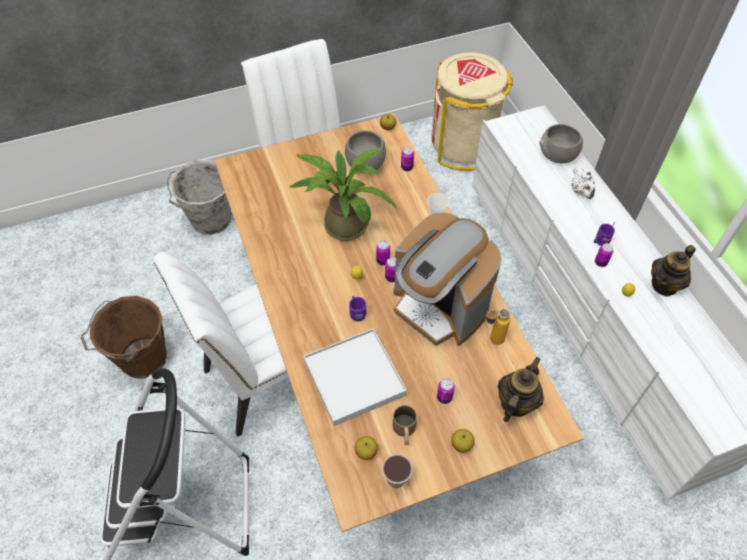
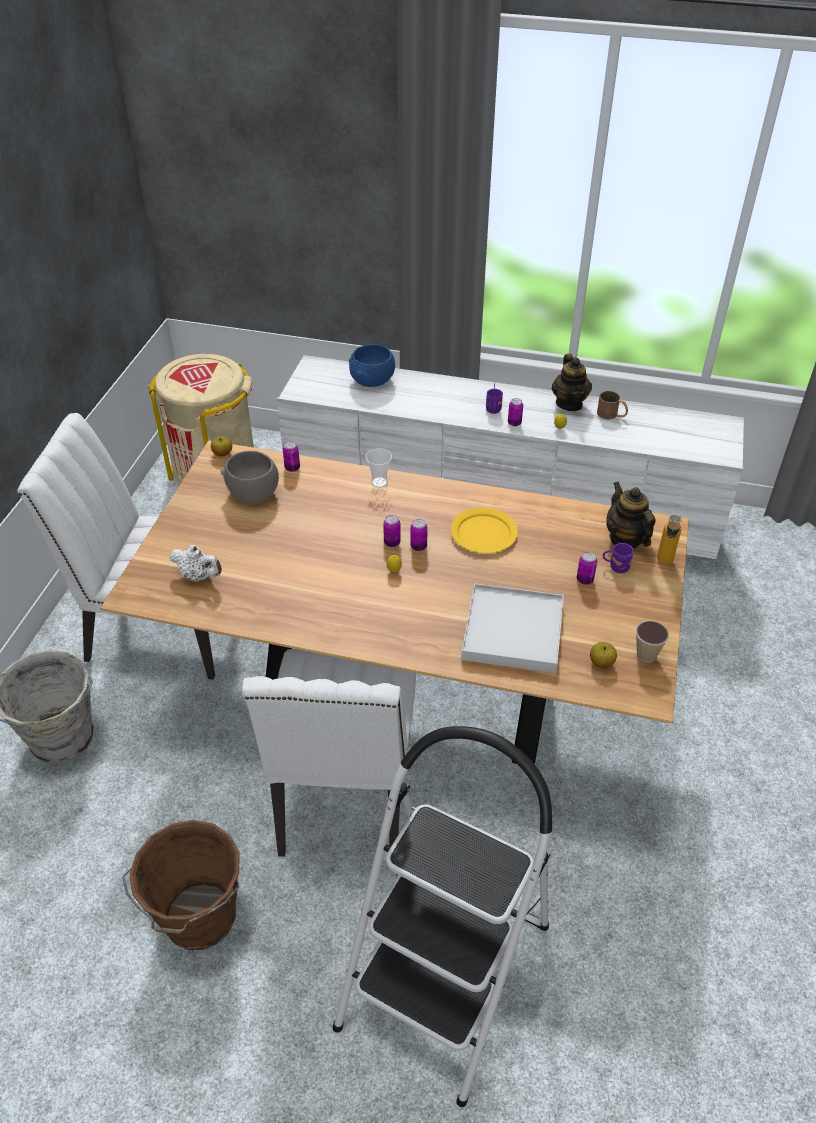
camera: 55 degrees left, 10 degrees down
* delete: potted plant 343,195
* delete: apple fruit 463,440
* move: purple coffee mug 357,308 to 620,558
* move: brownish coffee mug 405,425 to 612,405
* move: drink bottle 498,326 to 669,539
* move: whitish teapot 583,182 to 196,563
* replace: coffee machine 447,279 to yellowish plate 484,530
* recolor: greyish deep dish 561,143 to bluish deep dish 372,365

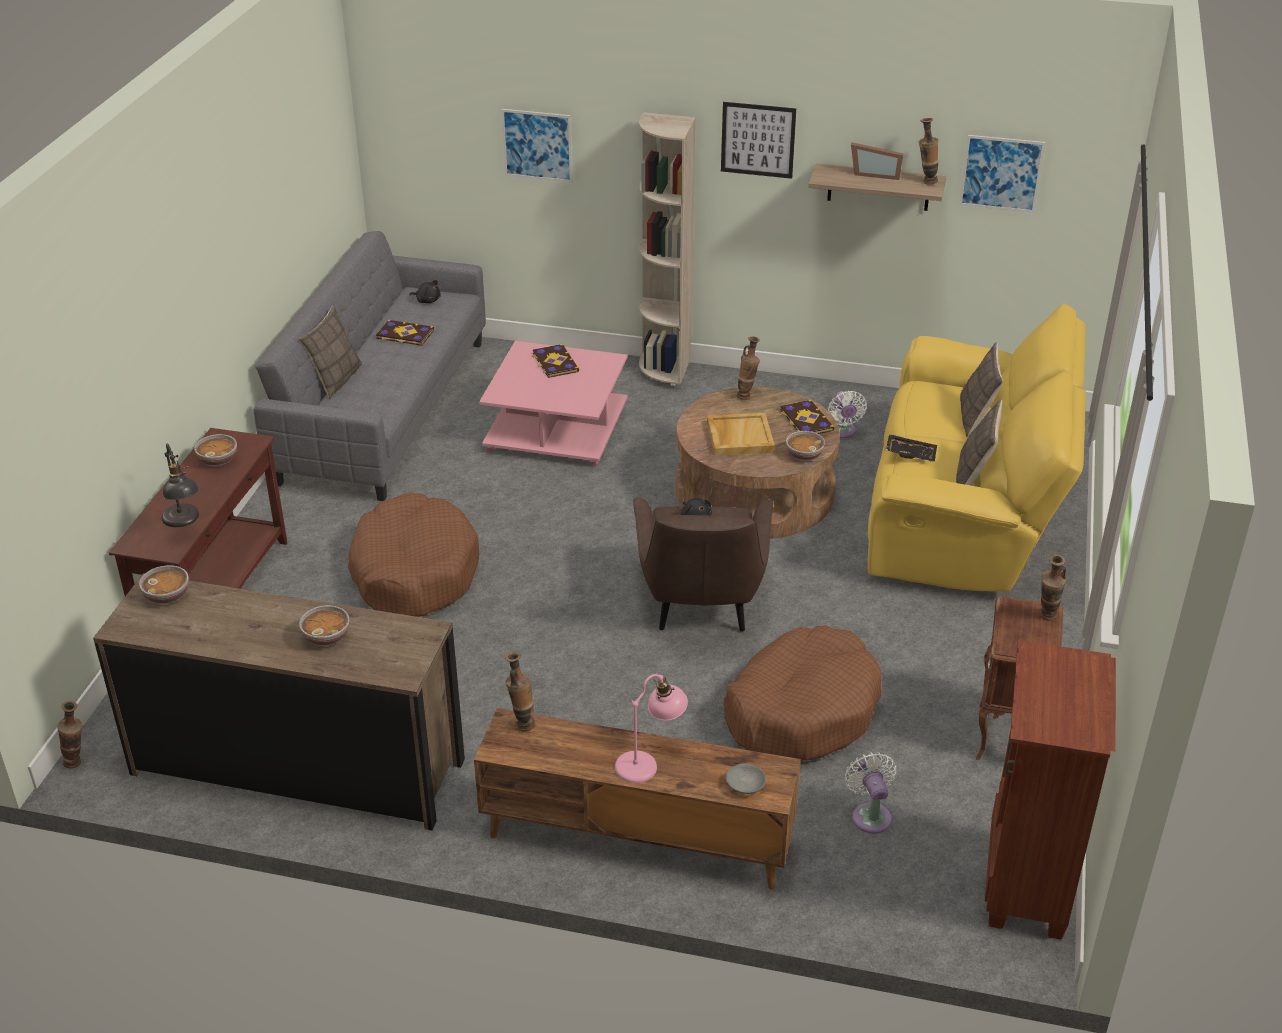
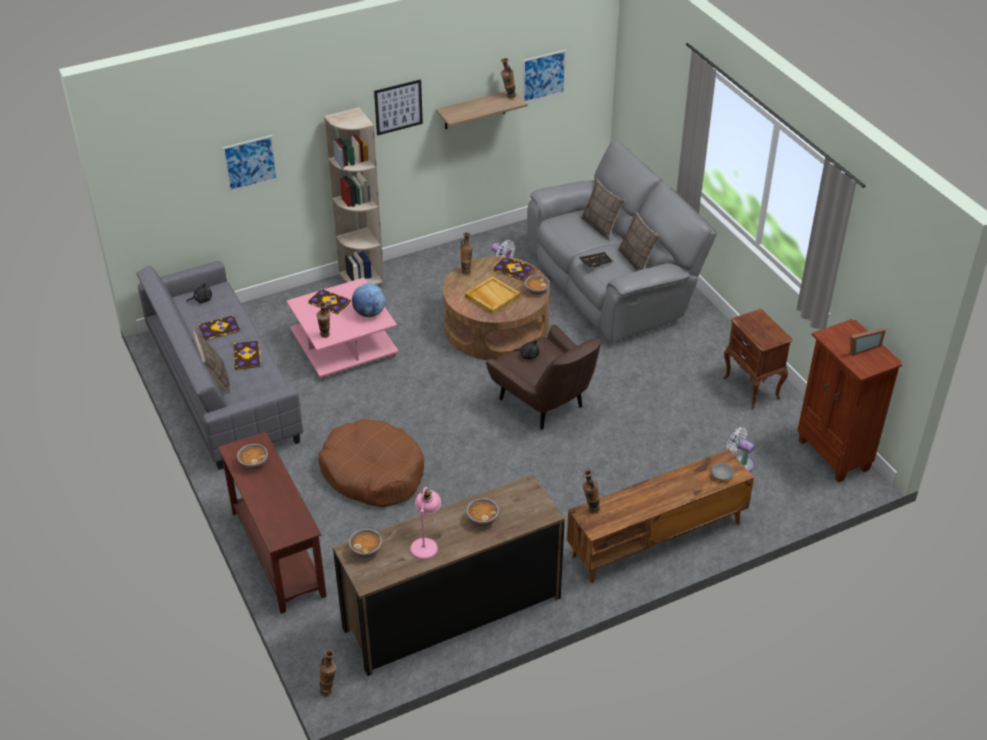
camera: 40 degrees left, 5 degrees up
* delete: greyish lamp for a table 180,485
* delete: brownish dog bed 803,693
* insert: volume 248,355
* insert: world globe 369,300
* move: pink-coloured lamp for a table 651,728 to 425,523
* move: standing frame 877,161 to 868,342
* move: vase 1053,587 to 323,320
* recolor: yellowish couch 977,447 to greyish couch 622,241

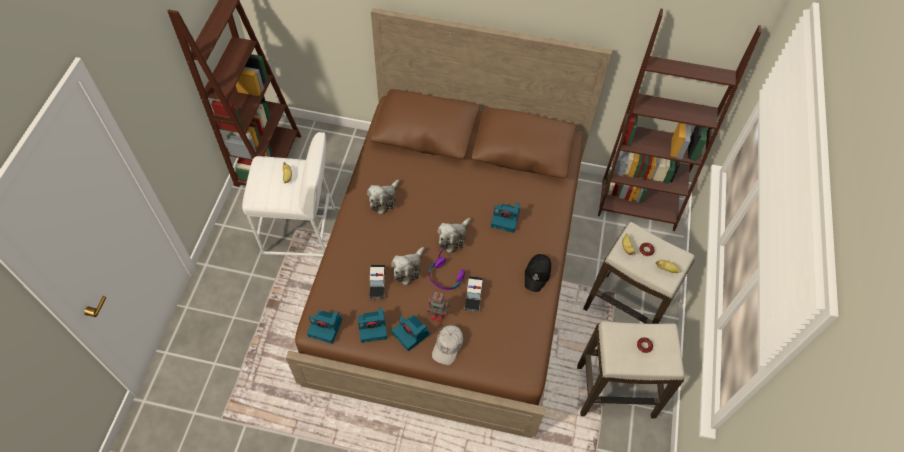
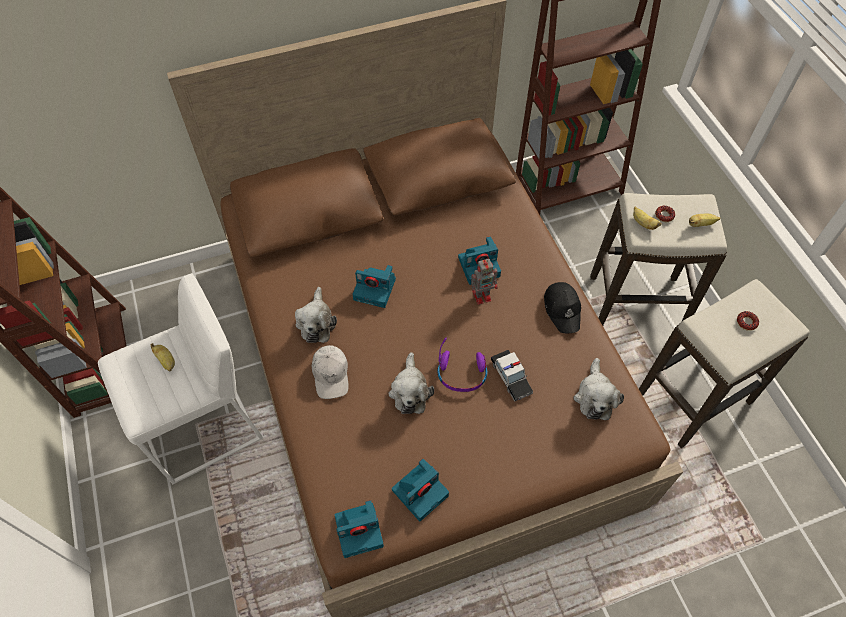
camera: 30 degrees left, 0 degrees up
* delete: toy car 376,282
* move: photo camera 411,333 to 374,286
* move: model robot 438,307 to 484,282
* move: whitish peaked cap 447,345 to 330,372
* move: plush toy 454,235 to 598,389

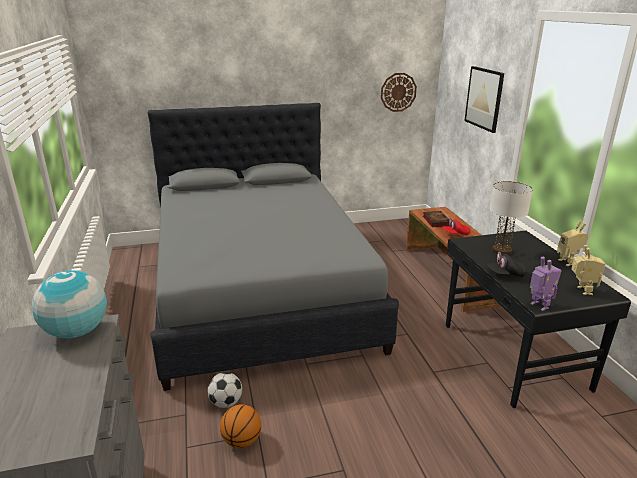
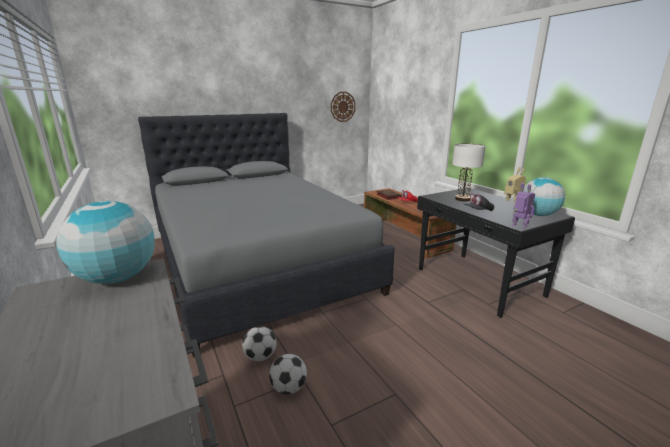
camera: 15 degrees left, 5 degrees down
* delete: wall picture 484,99
* replace: basketball 240,426 to ball for football 288,374
* replace: model robot 588,270 to world globe 544,196

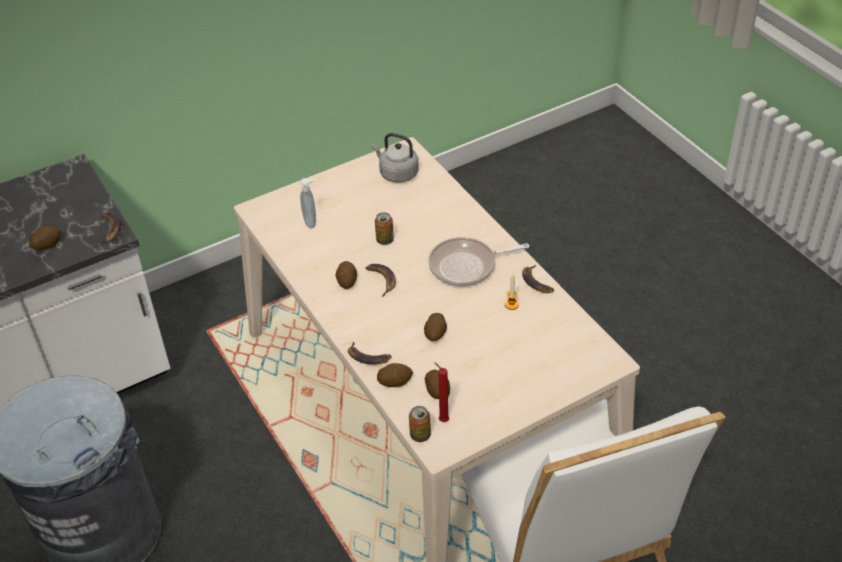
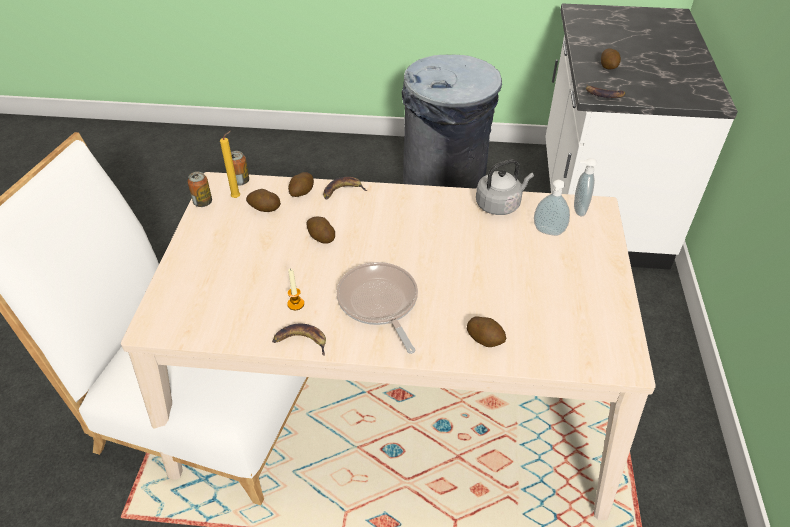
camera: 125 degrees right, 0 degrees up
* delete: whole banana 380,280
* insert: liquid soap bottle 585,187
* move: spud 346,275 to 486,332
* move: greyish water kettle 395,158 to 505,187
* move: can 384,228 to 200,189
* recolor: reddish wax candle 441,392 to yellowish wax candle 230,164
* rotate: pan 478,261 = 377,308 45 degrees counterclockwise

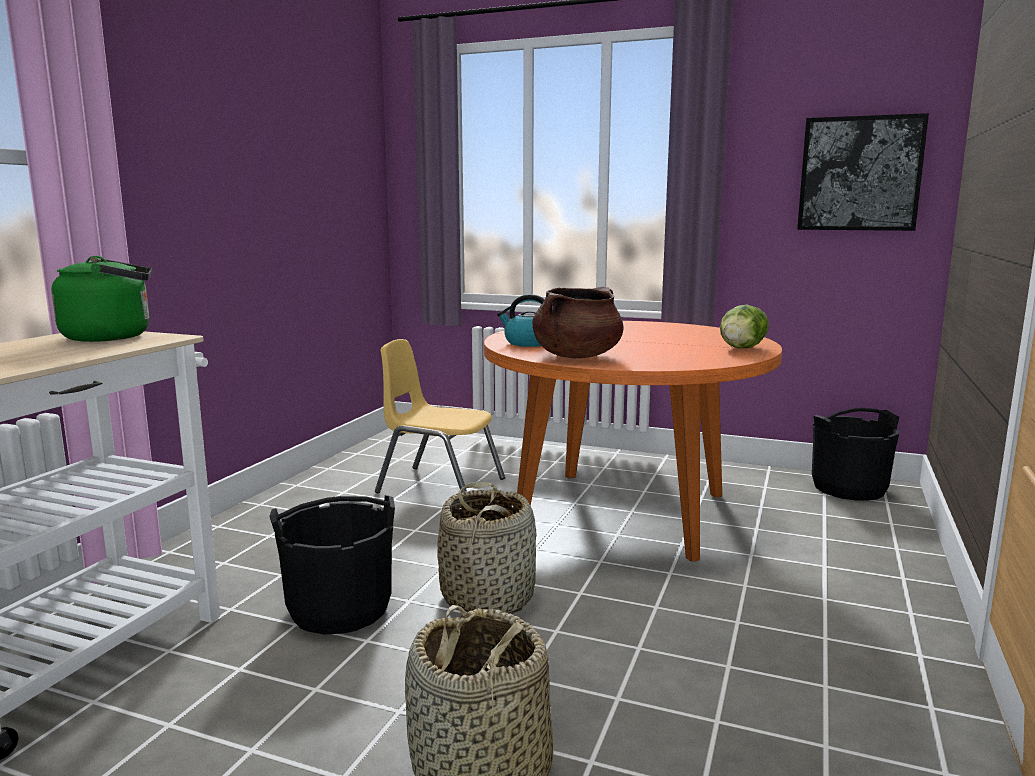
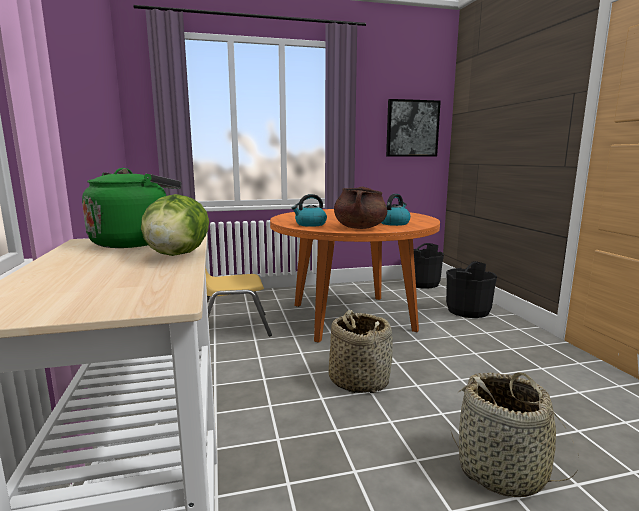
camera: 35 degrees left, 0 degrees up
* insert: water kettle 396,210
* move: black-coloured pail 332,565 to 471,289
* move: lettuce head 744,326 to 175,225

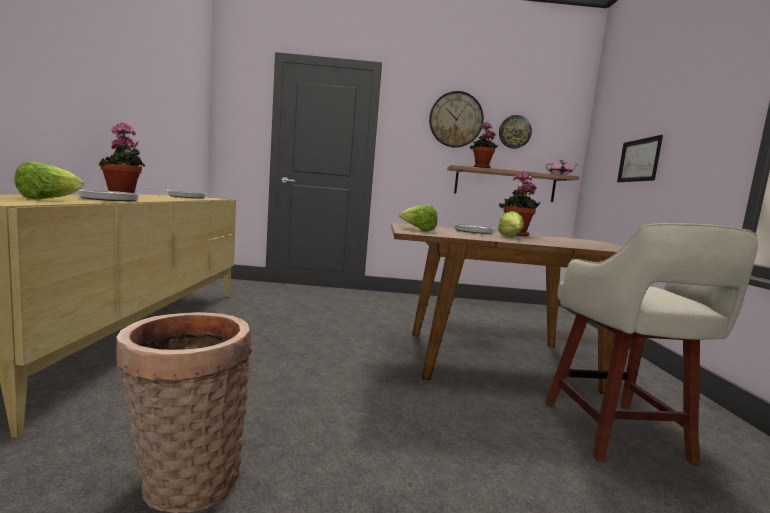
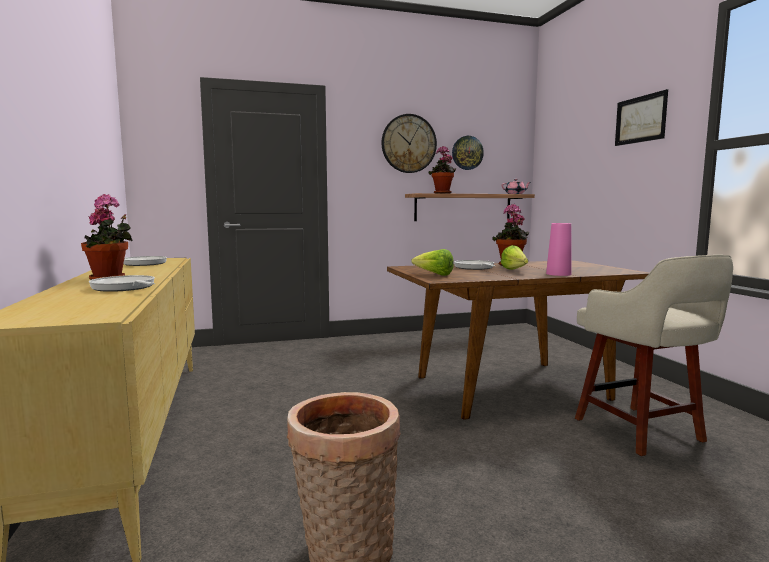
camera: 15 degrees left, 0 degrees up
* delete: lettuce head 49,180
* insert: pink-coloured vase 559,249
* move: wall picture 640,158 to 641,117

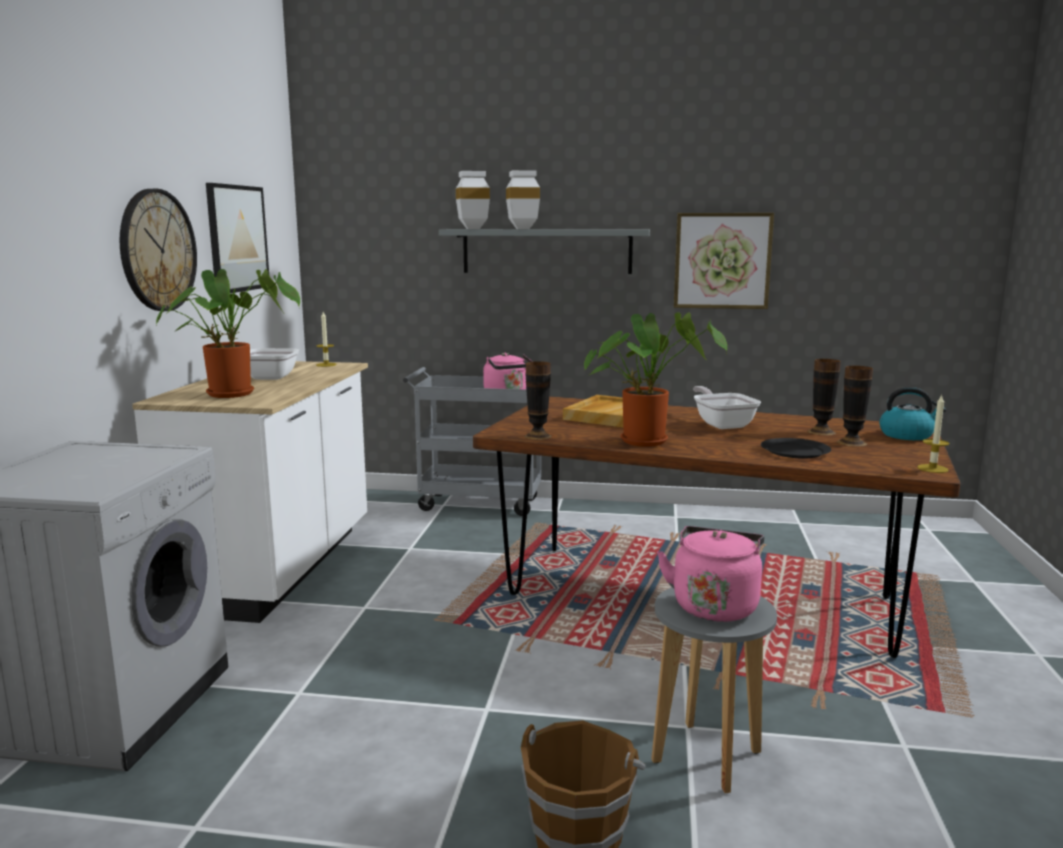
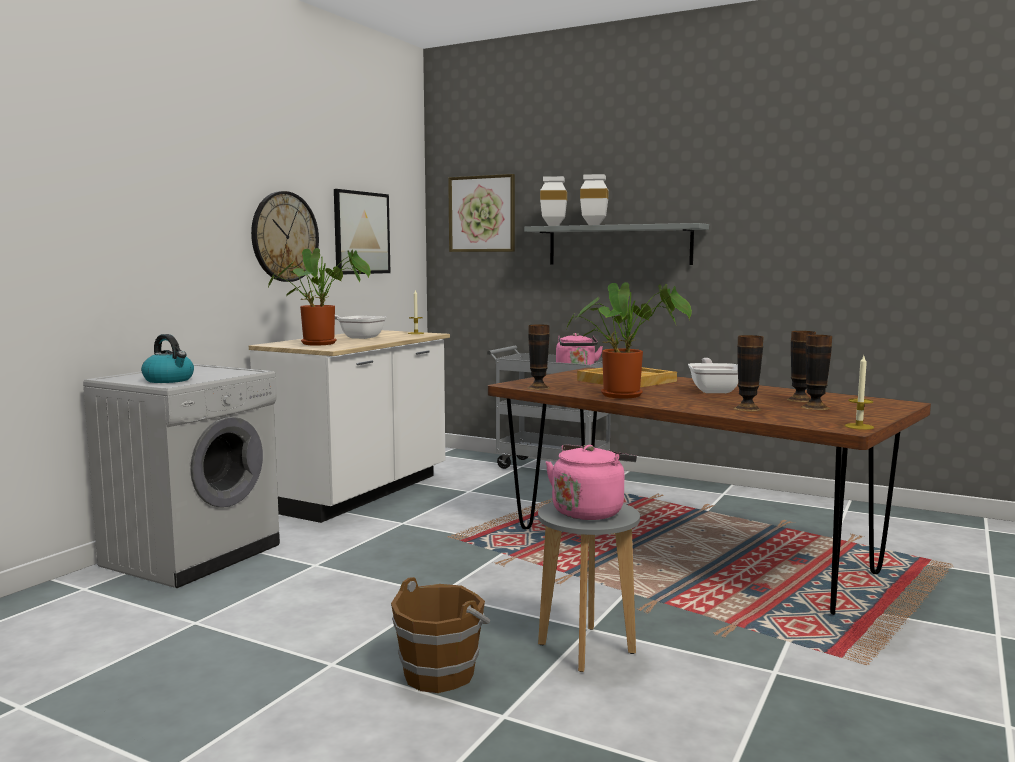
camera: 20 degrees right, 5 degrees down
* move: wall picture 724,261 to 481,213
* move: water kettle 913,413 to 167,358
* replace: black-coloured plate 796,448 to vase 748,373

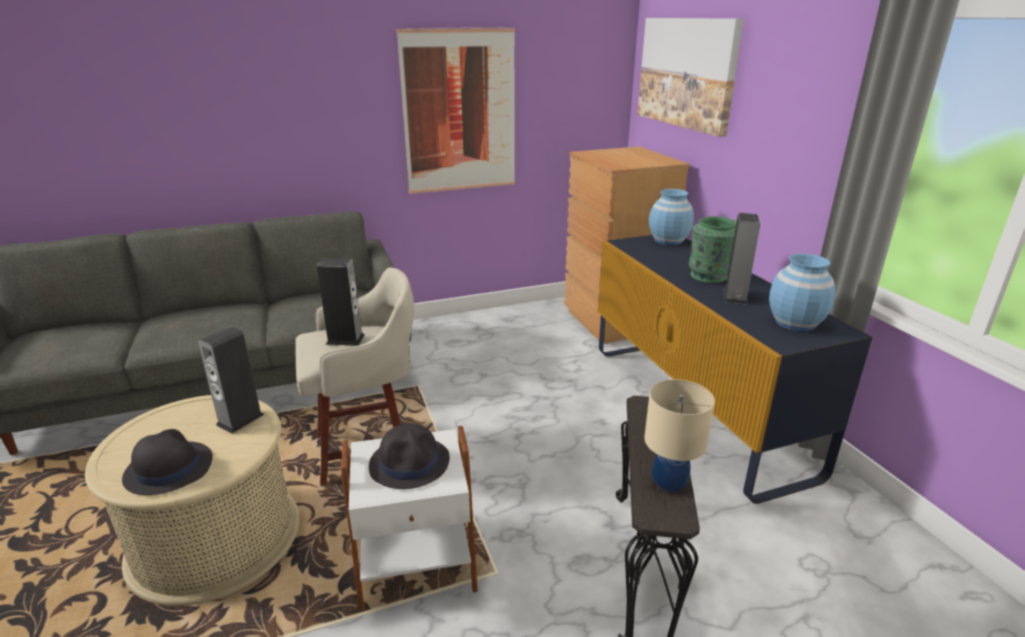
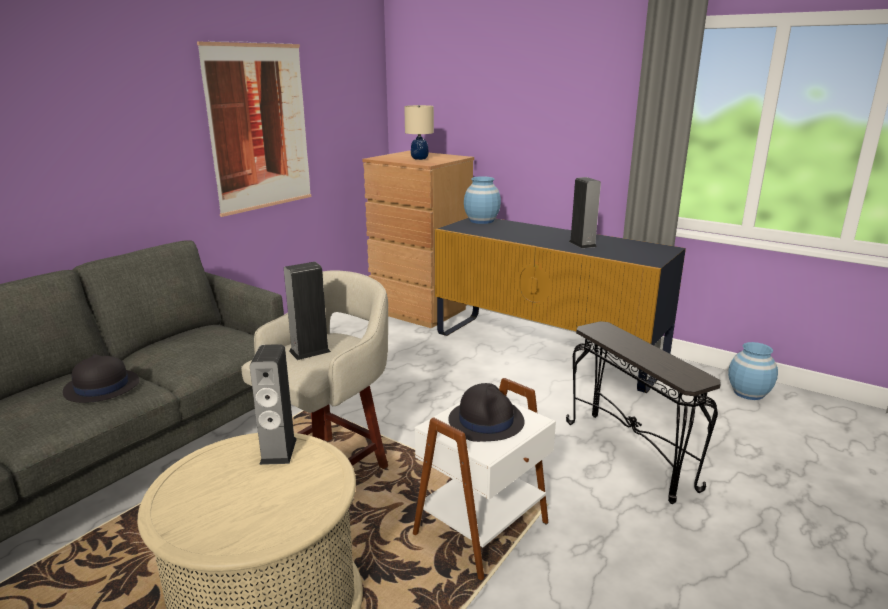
camera: 35 degrees left, 5 degrees down
* delete: wall picture 691,77
* delete: green-coloured vase 712,249
* move: black-coloured clothing hat 167,462 to 101,378
* move: beige lamp for a table 679,435 to 419,132
* move: bluish vase 802,292 to 753,371

